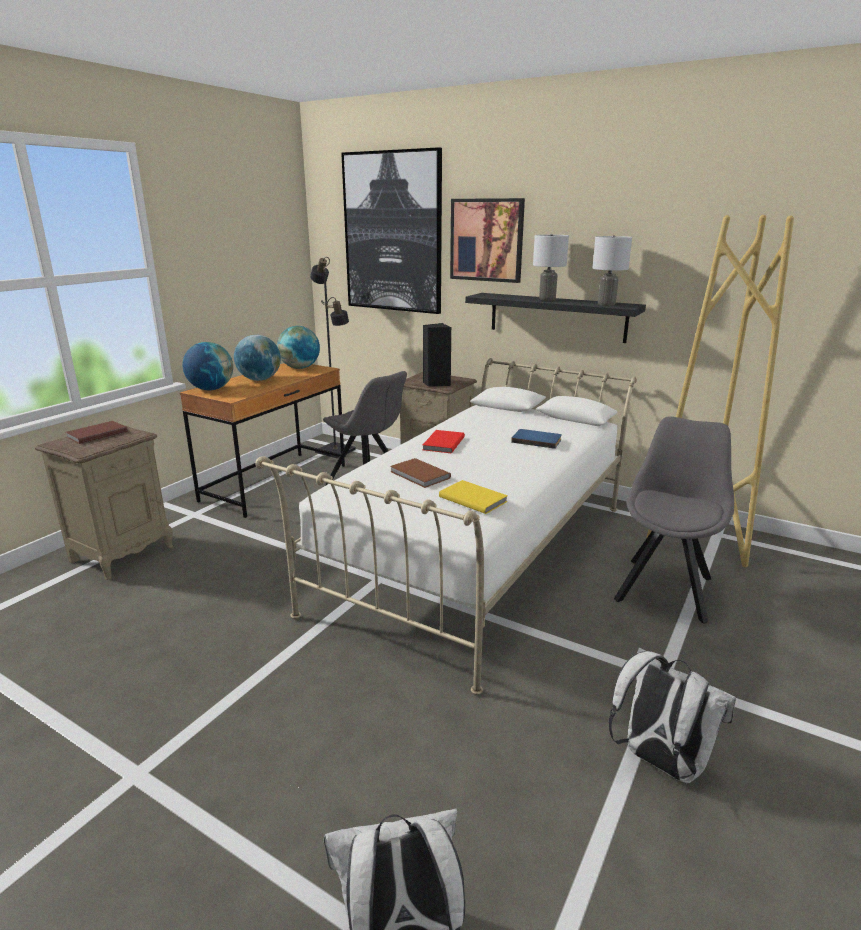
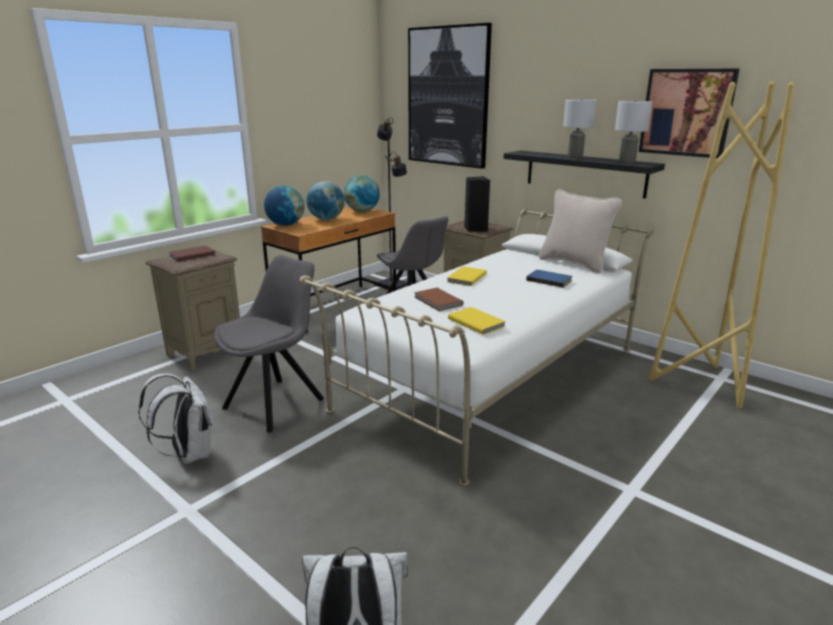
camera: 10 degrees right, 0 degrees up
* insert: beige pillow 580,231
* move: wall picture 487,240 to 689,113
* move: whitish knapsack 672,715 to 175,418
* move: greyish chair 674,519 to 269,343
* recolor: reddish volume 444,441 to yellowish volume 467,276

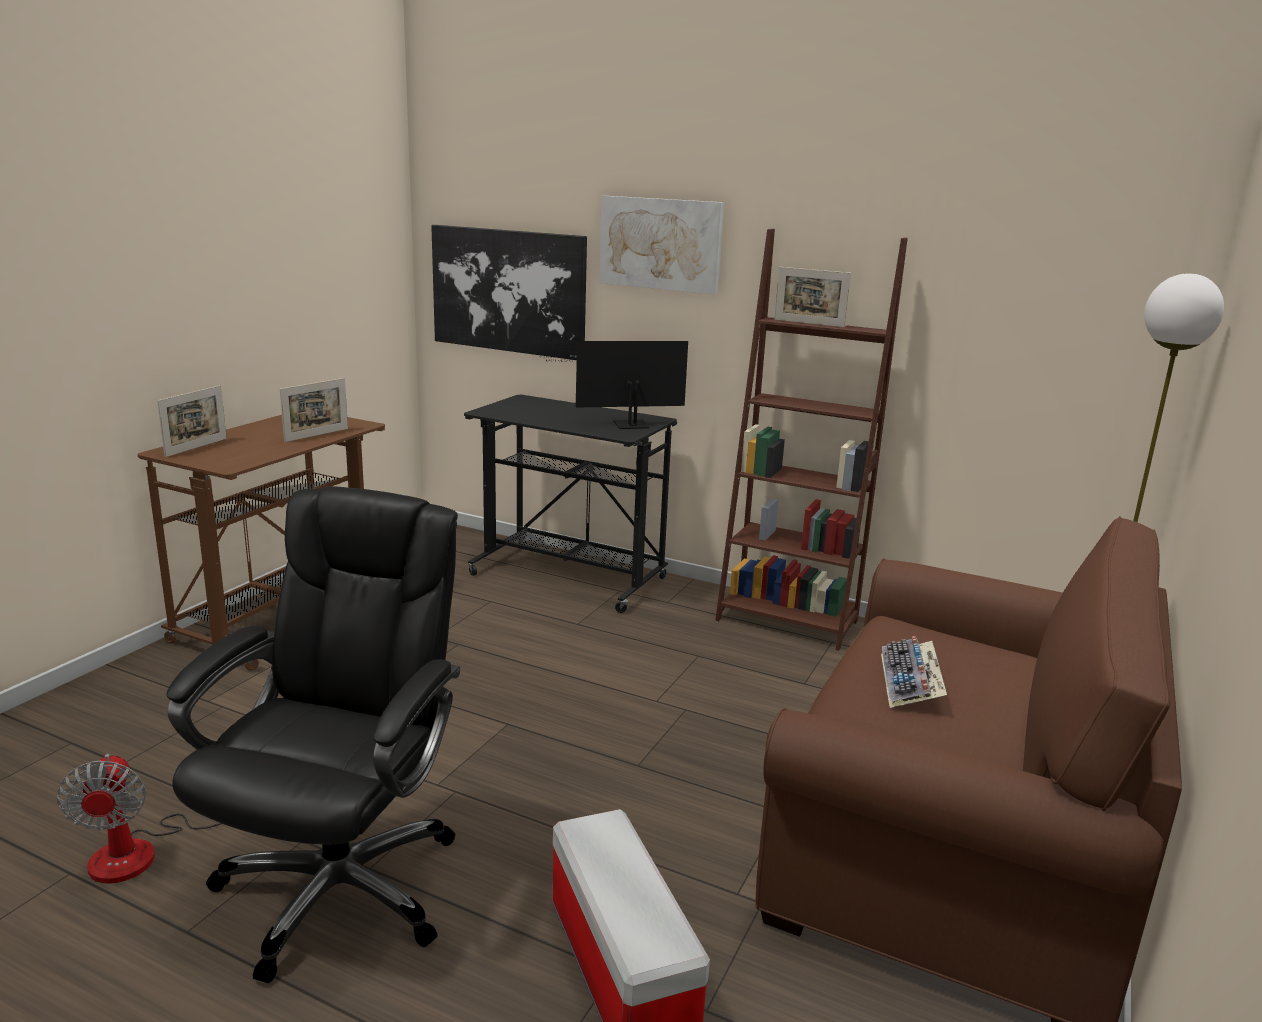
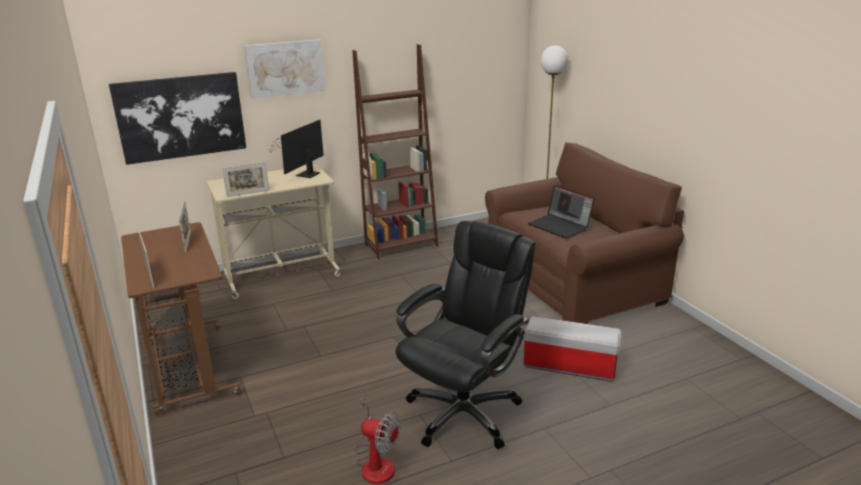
camera: 50 degrees left, 5 degrees up
* move: standing frame 812,297 to 245,179
* replace: computer keyboard 914,672 to notebook computer 561,212
* recolor: black-coloured desk table 570,504 to beige desk table 274,232
* rotate: black-coloured computer chair 313,734 = 466,335 75 degrees clockwise

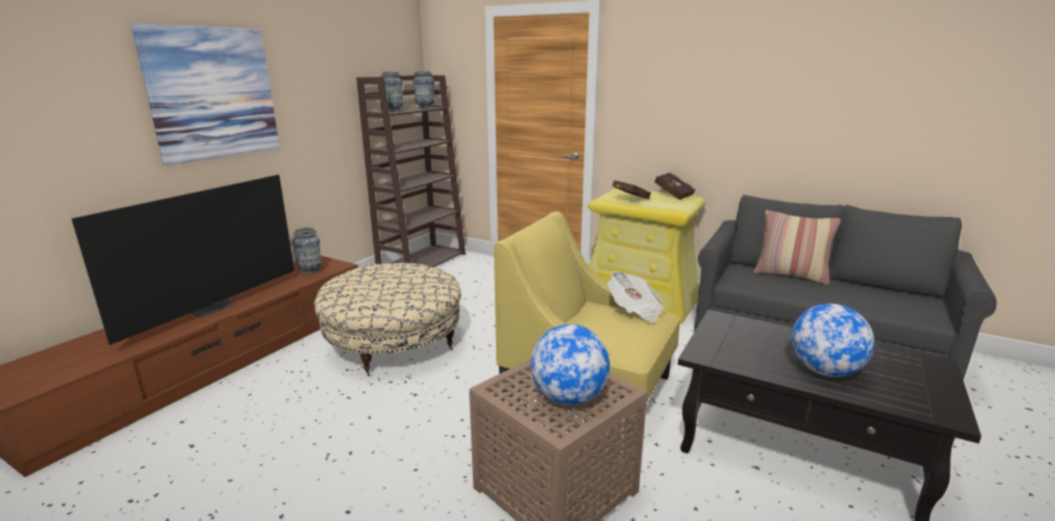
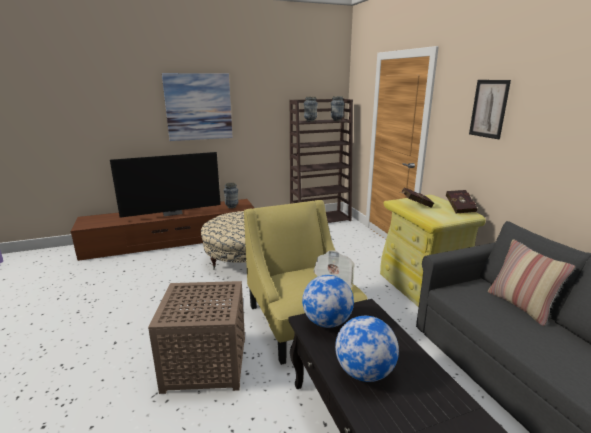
camera: 40 degrees right, 0 degrees up
* insert: wall picture 490,109
* move: world globe 570,364 to 328,301

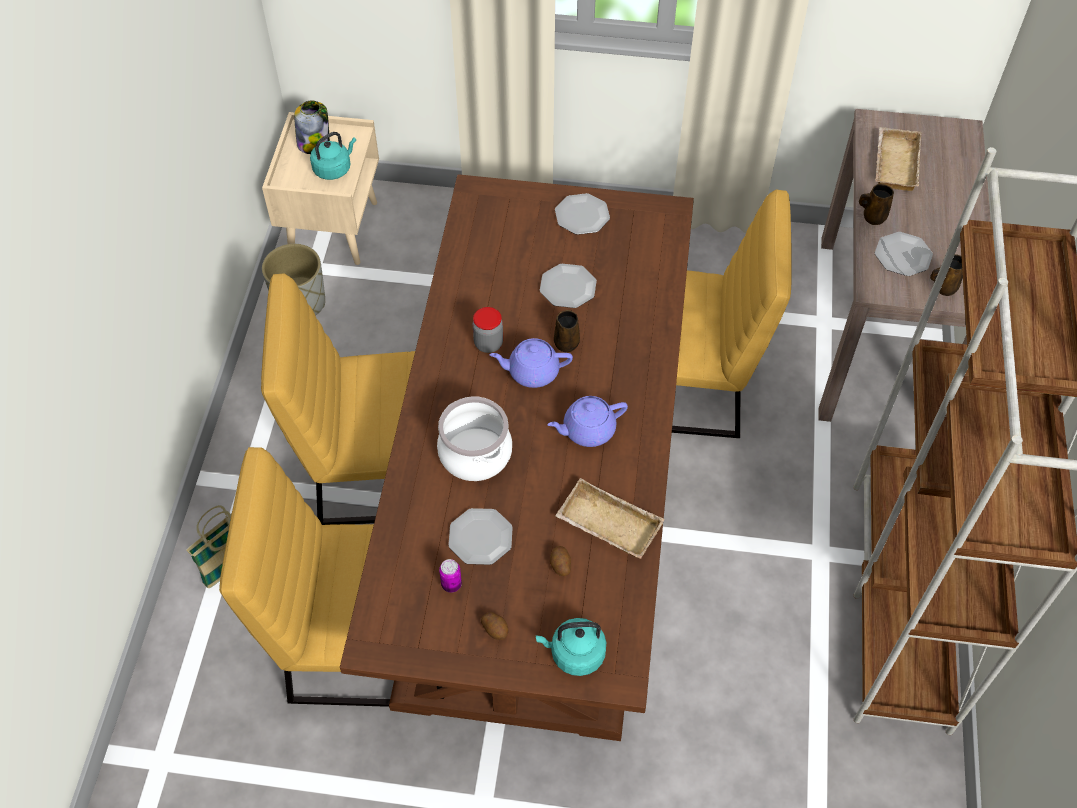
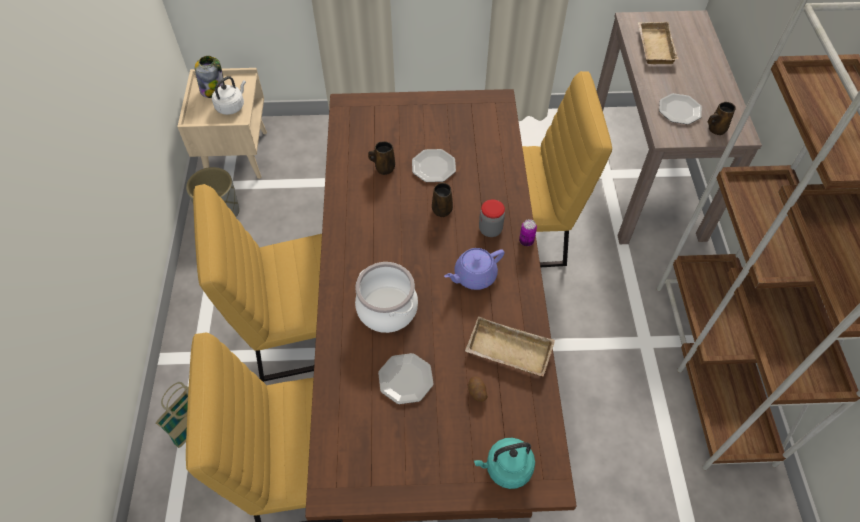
camera: 10 degrees left, 0 degrees up
* delete: spud 495,626
* delete: purple teapot 531,363
* delete: plate 582,214
* move: can 450,576 to 528,232
* move: storage jar 488,330 to 492,218
* move: brownish coffee mug 876,204 to 381,158
* recolor: turquoise-coloured water kettle 333,156 to whitish water kettle 229,95

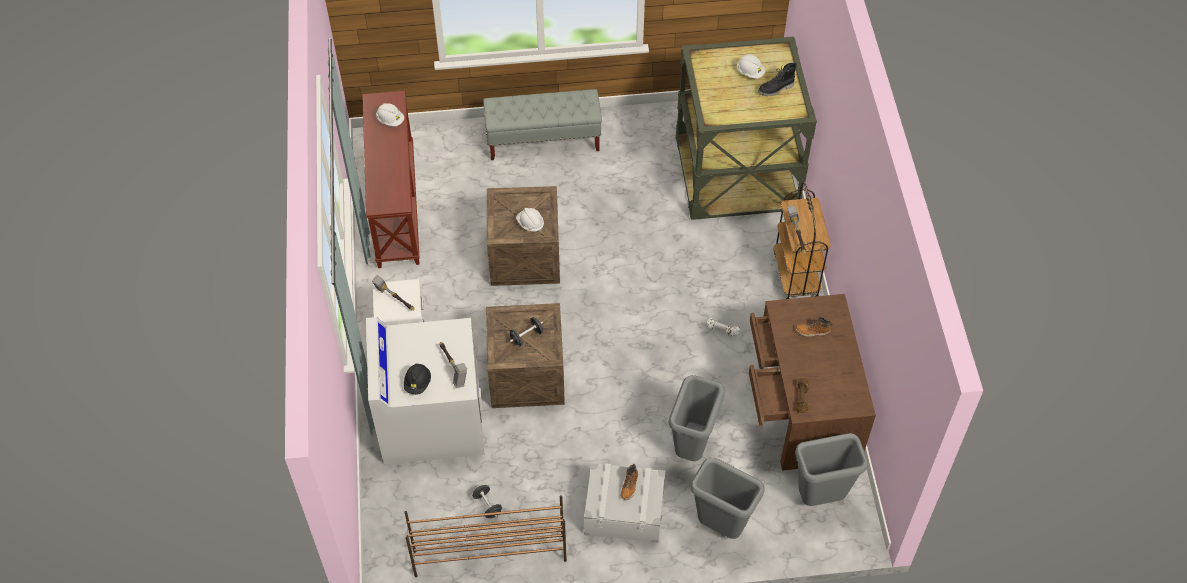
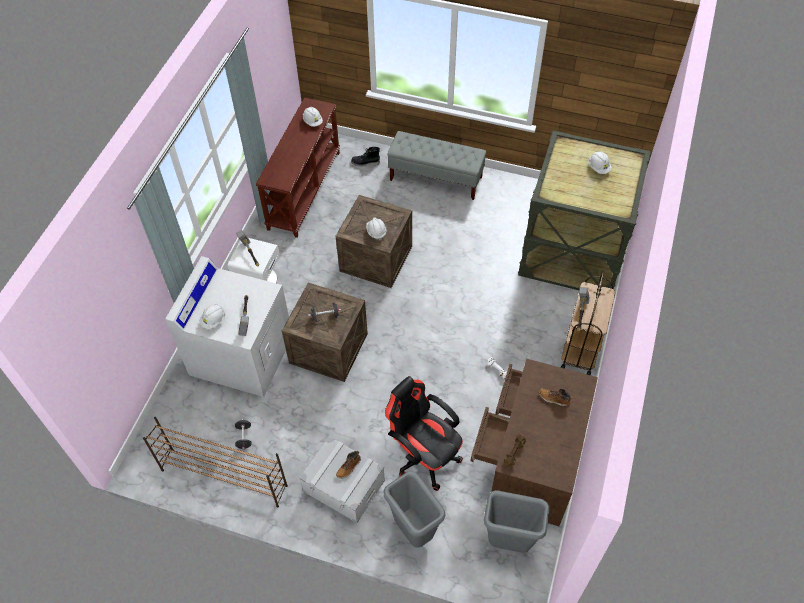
camera: 25 degrees right, 0 degrees up
* move: black-coloured high-top boot 777,79 to 365,157
* replace: greyish rubbish bin 696,418 to black-coloured computer chair 424,433
* recolor: black-coloured hard hat 417,379 to whitish hard hat 212,316

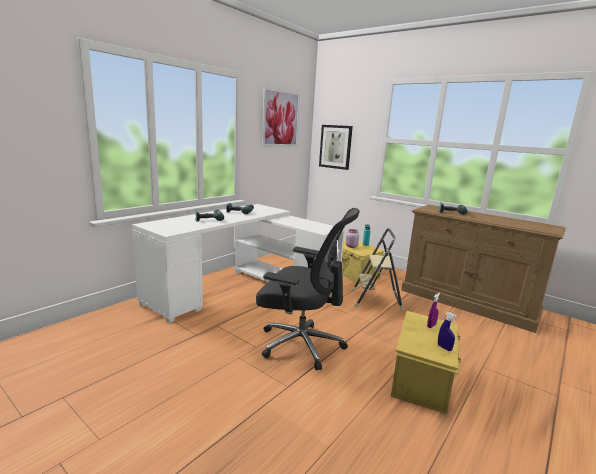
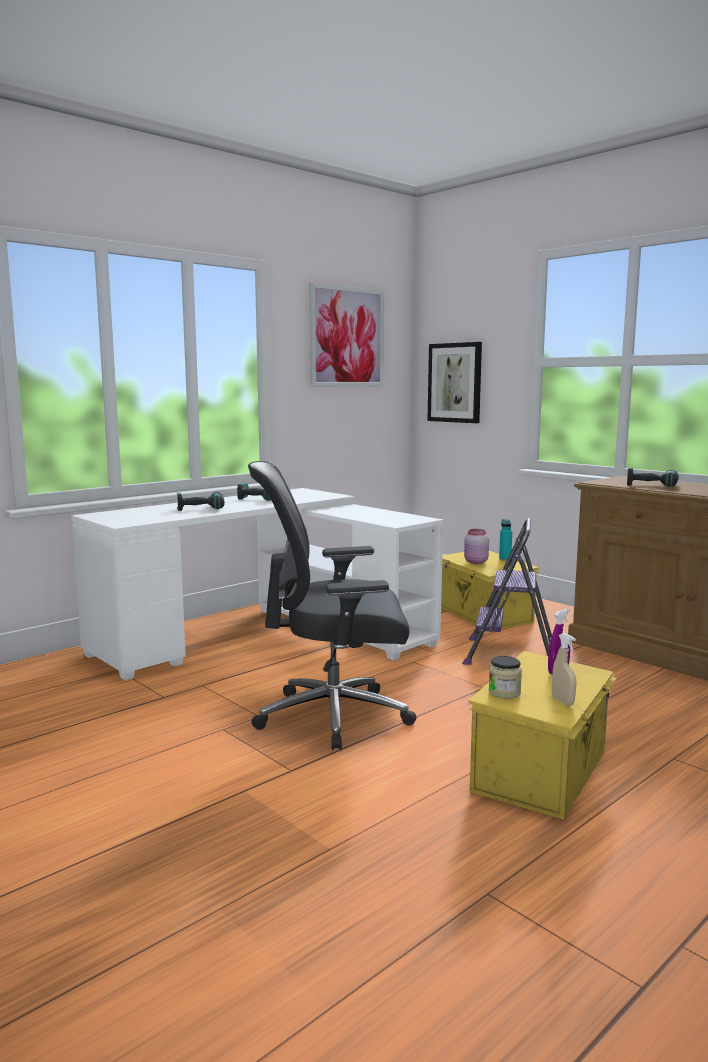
camera: 10 degrees right, 5 degrees down
* insert: storage jar 505,677
* recolor: beige step stool 377,269 to purple step stool 507,591
* recolor: bluish spray bottle 447,331 to beige spray bottle 564,669
* rotate: computer chair 308,289 = 332,605 150 degrees clockwise

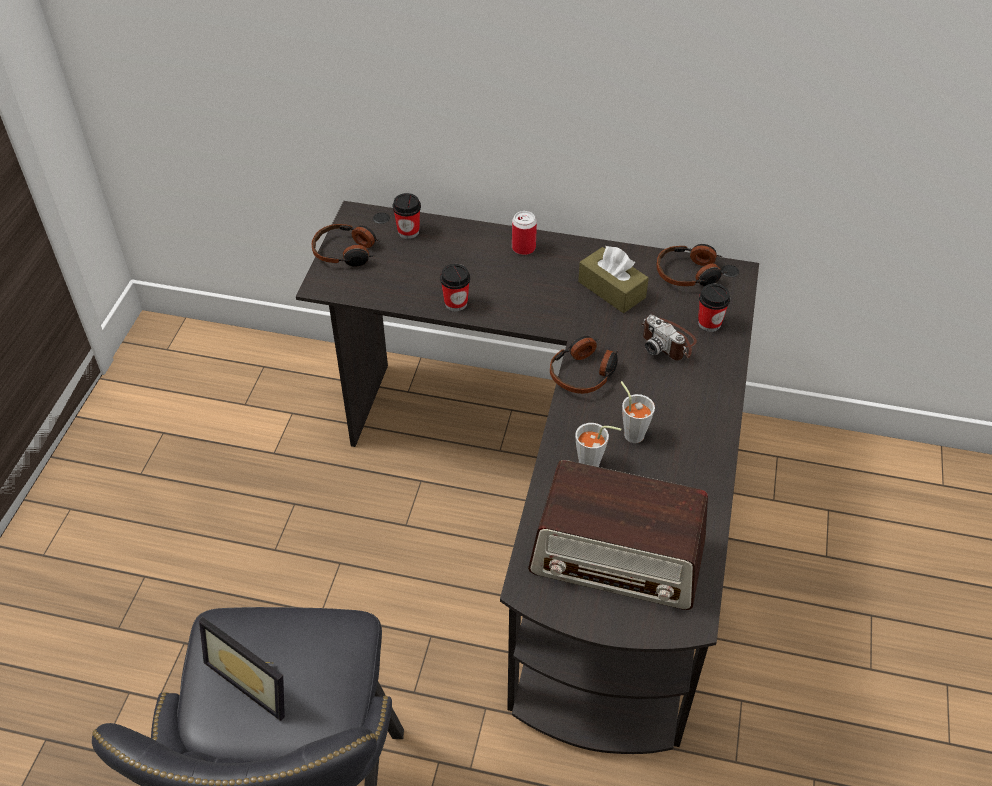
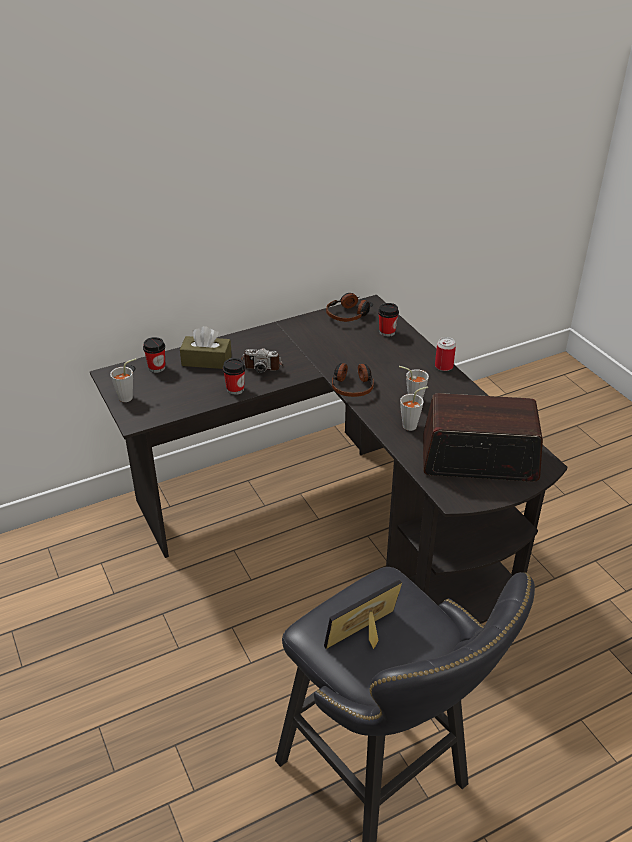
camera: 40 degrees left, 10 degrees down
* move: can 524,233 to 445,354
* move: brownish tissue holder 613,279 to 206,347
* move: photo camera 669,337 to 262,360
* replace: headset 346,245 to greyish small cup 123,380
* rotate: standing frame 242,669 = 363,614 150 degrees clockwise
* rotate: radio receiver 618,535 = 483,437 150 degrees counterclockwise

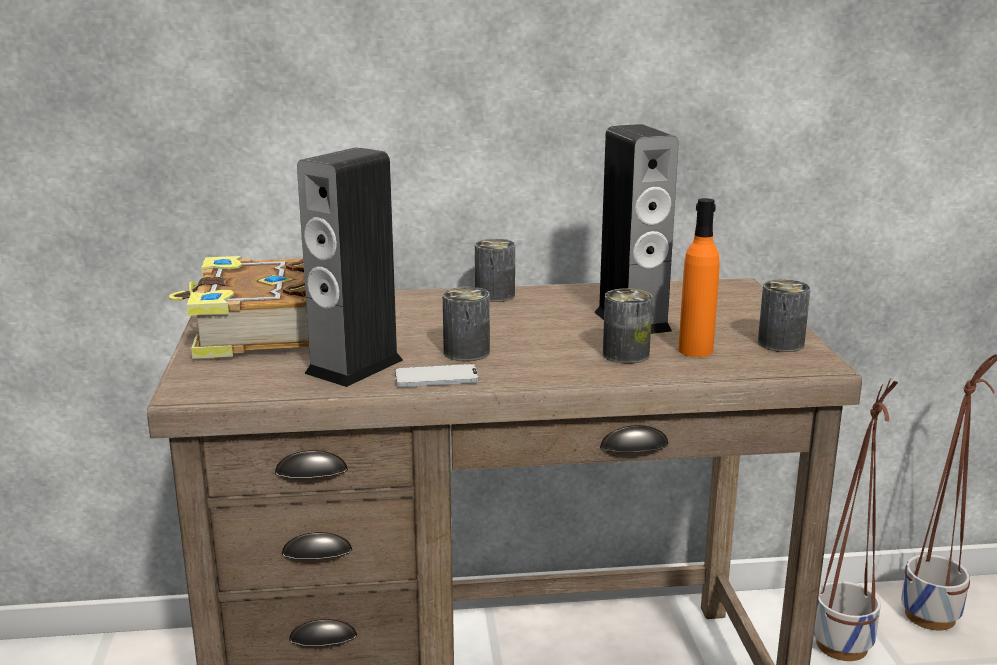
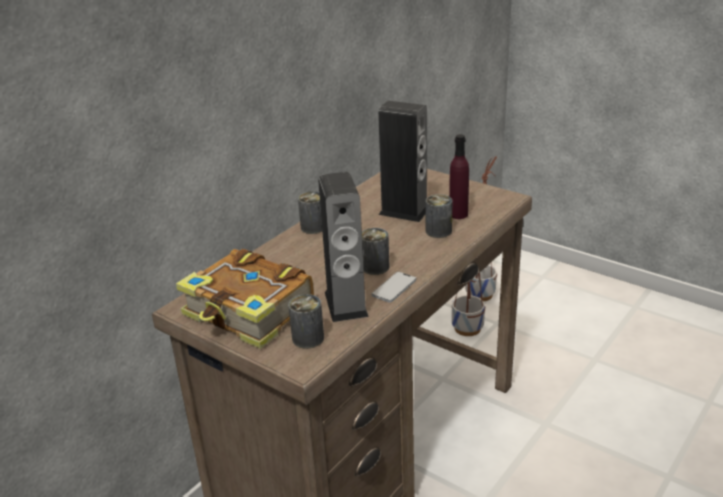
camera: 45 degrees left, 10 degrees up
* move: can 784,315 to 306,321
* recolor: orange-coloured drink bottle 699,277 to purple drink bottle 459,176

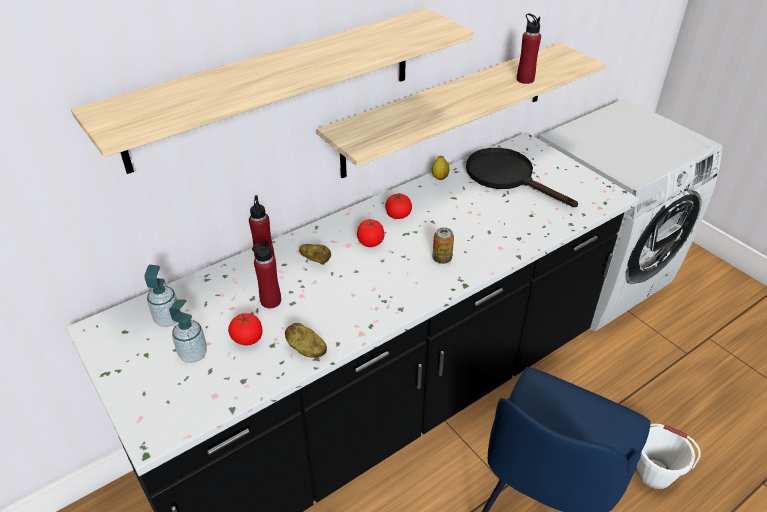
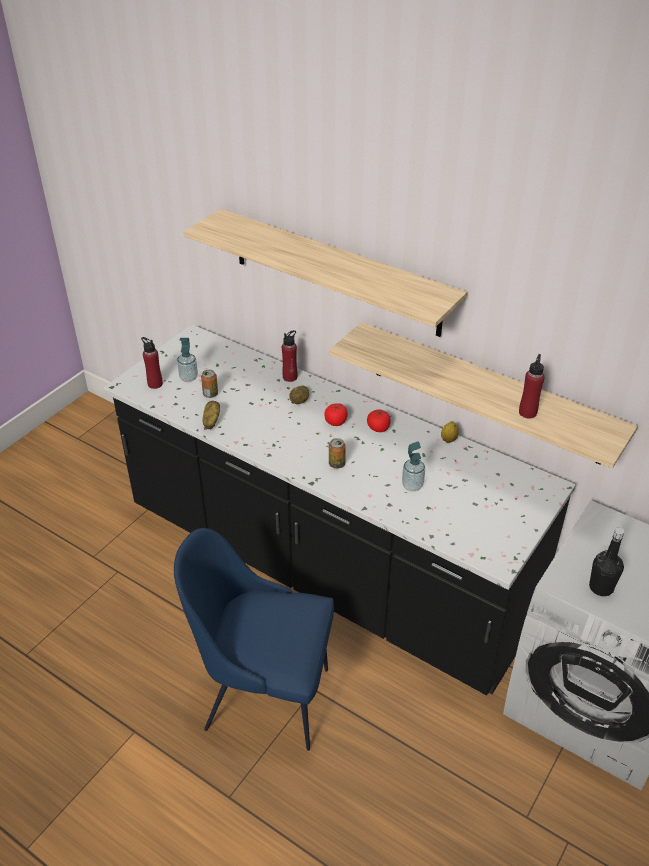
camera: 70 degrees right, 0 degrees up
* delete: black-coloured pan 522,177
* delete: whitish pail 669,456
* insert: black-coloured drink bottle 606,562
* move: liquid soap bottle 161,296 to 413,466
* move: reddish drink bottle 266,273 to 152,363
* replace: whole tomato 245,329 to can 209,383

